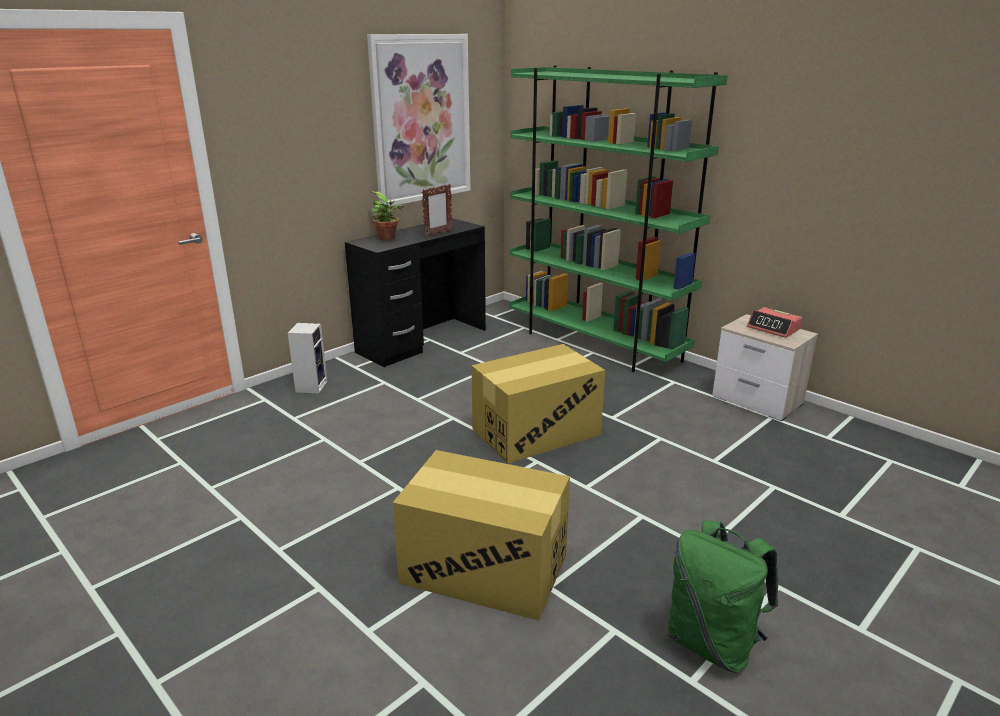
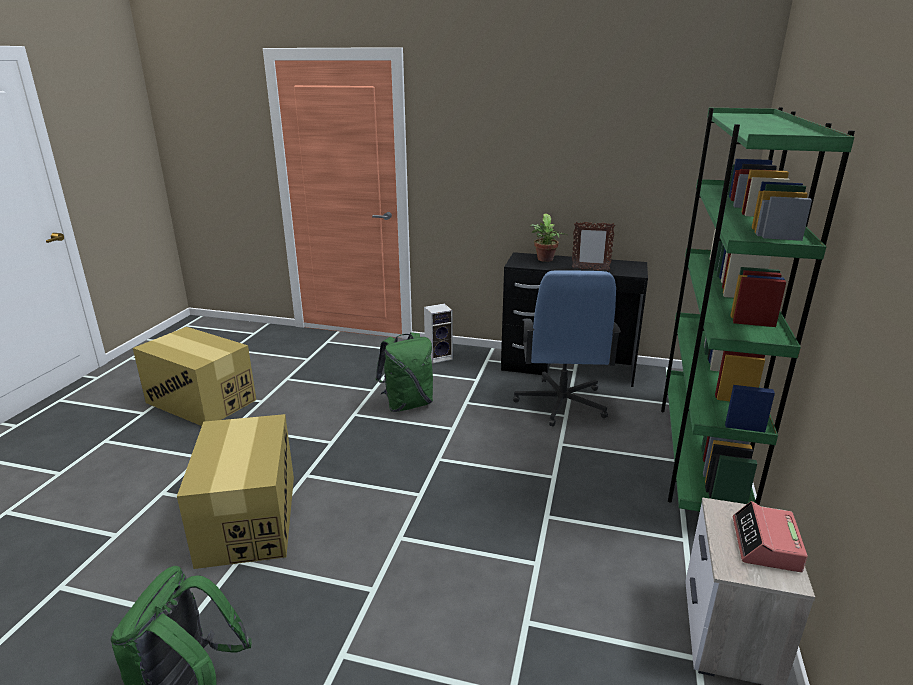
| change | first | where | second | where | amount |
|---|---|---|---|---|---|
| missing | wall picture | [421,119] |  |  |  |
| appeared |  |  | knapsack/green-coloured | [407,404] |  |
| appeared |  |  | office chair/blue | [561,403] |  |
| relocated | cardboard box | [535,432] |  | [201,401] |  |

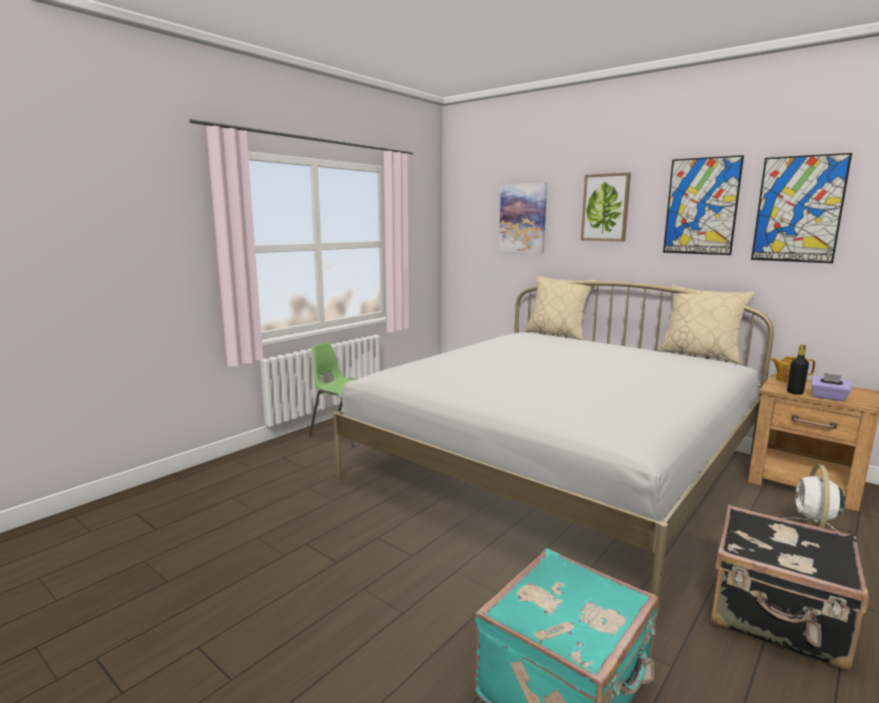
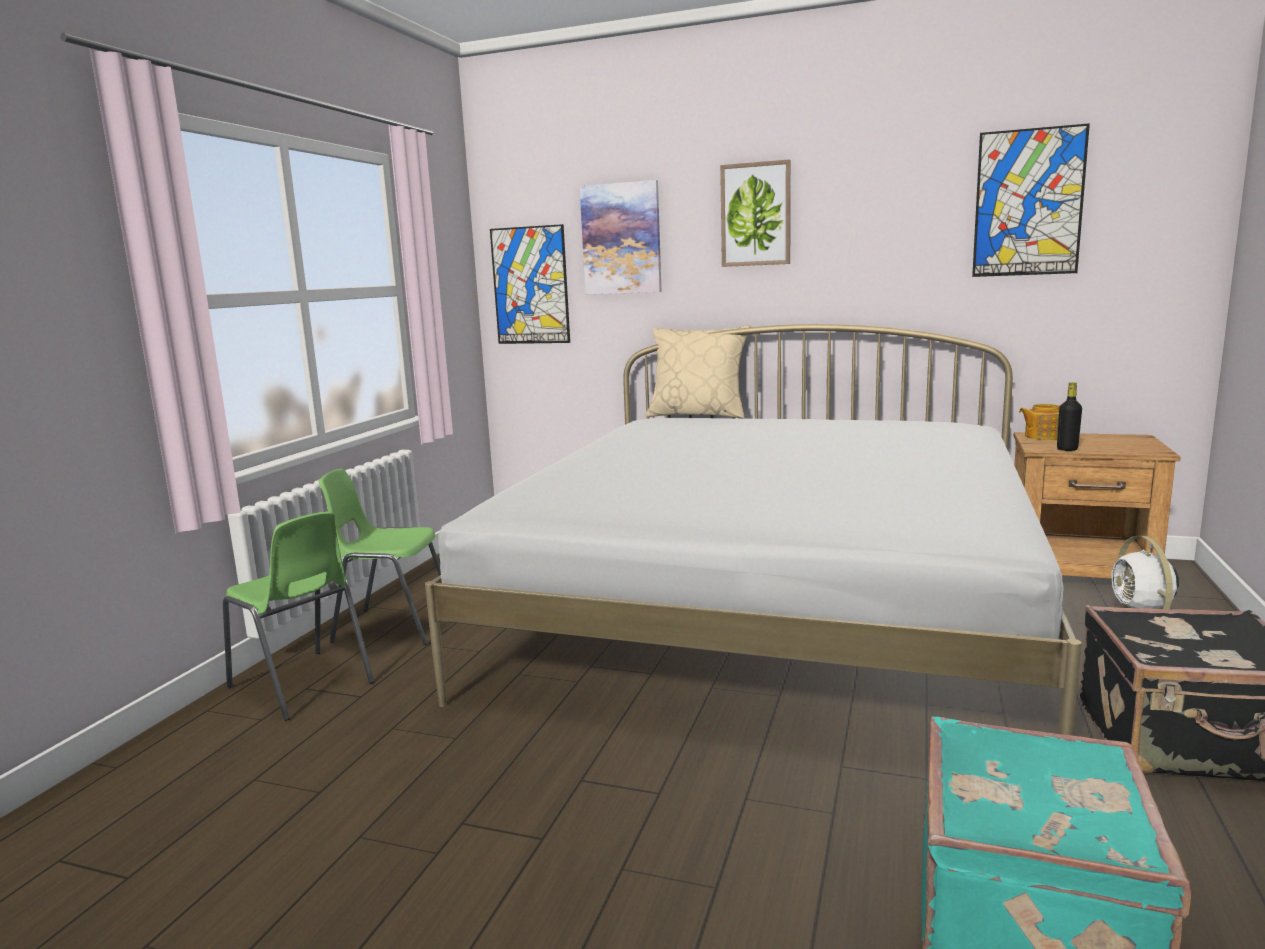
| change | first | where | second | where | amount |
|---|---|---|---|---|---|
| missing | cushion/beige | [700,355] |  |  |  |
| missing | box of tissues/purple | [828,397] |  |  |  |
| appeared |  |  | upright chair/green-coloured | [302,685] |  |
| relocated | wall picture | [701,206] |  | [530,285] |  |

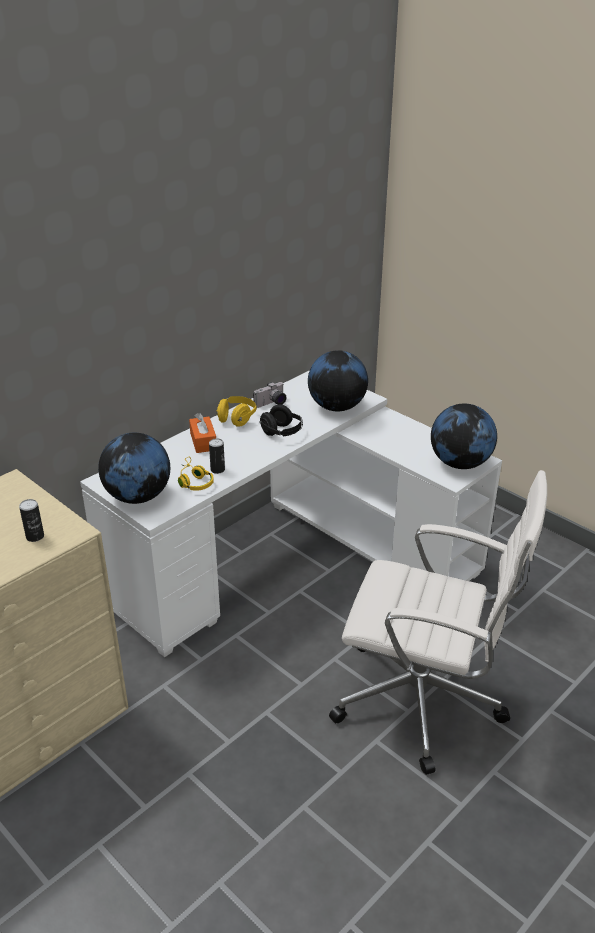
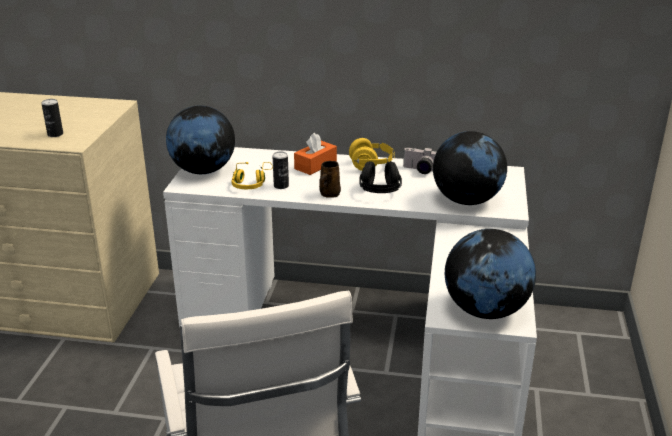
| change | first | where | second | where | amount |
|---|---|---|---|---|---|
| appeared |  |  | coffee mug/brown | [329,194] |  |

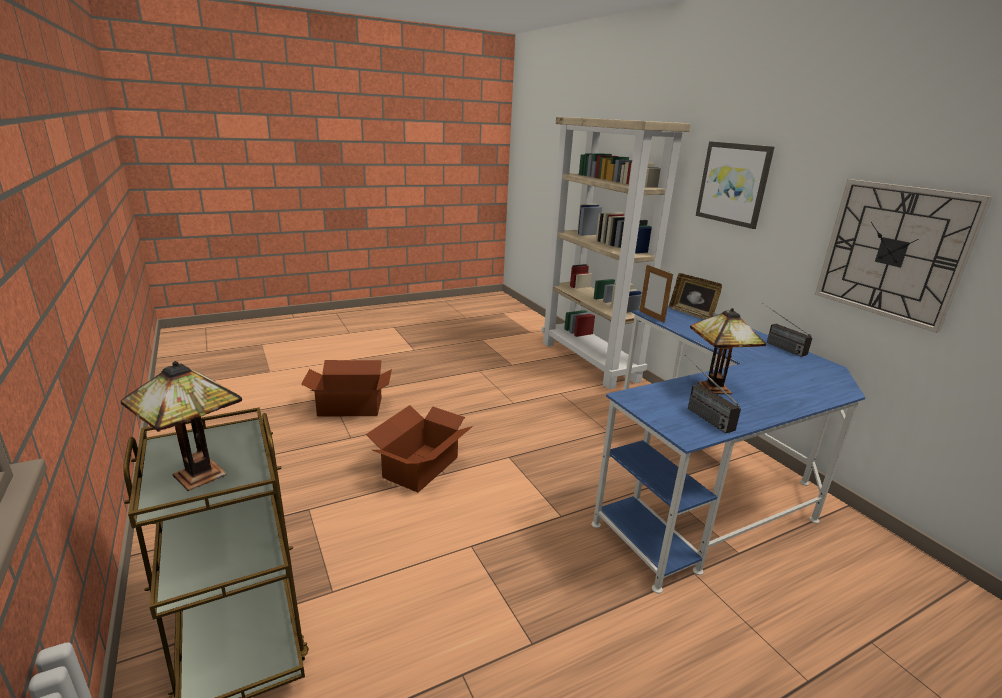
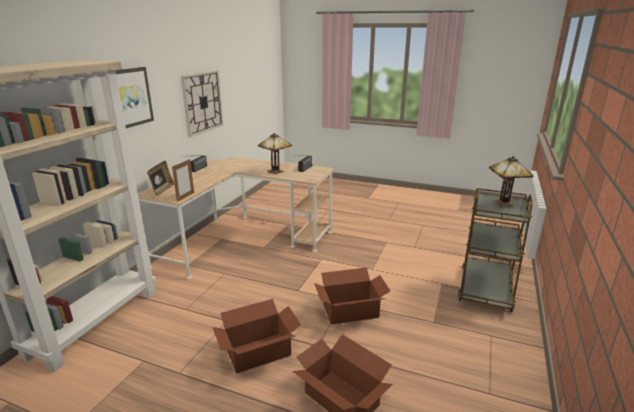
| change | first | where | second | where | amount |
|---|---|---|---|---|---|
| appeared |  |  | cardboard box | [259,353] |  |
| colour | desk/blue | [704,478] | desk/beige | [241,239] |  |

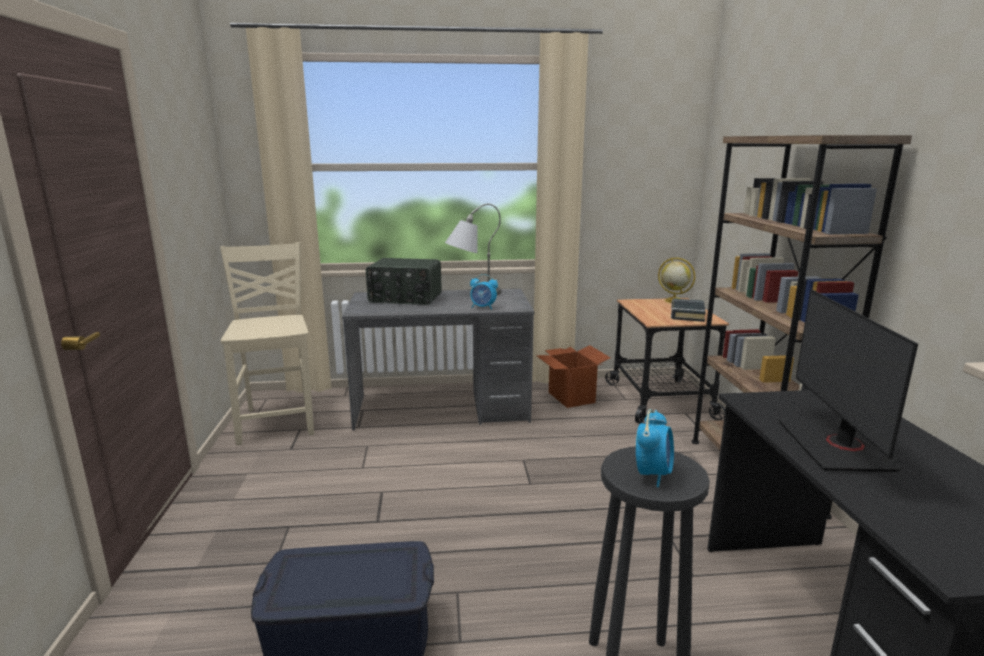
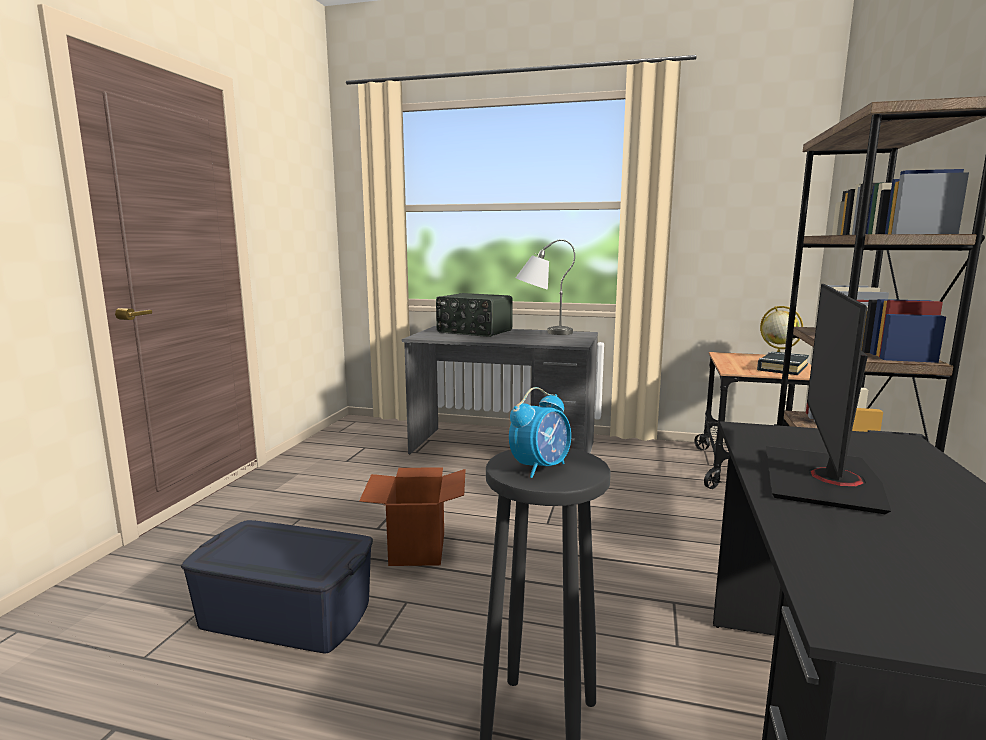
| change | first | where | second | where | amount |
|---|---|---|---|---|---|
| missing | upright chair/beige | [278,421] |  |  |  |
| missing | alarm clock | [483,308] |  |  |  |
| relocated | cardboard box | [571,397] |  | [417,548] |  |

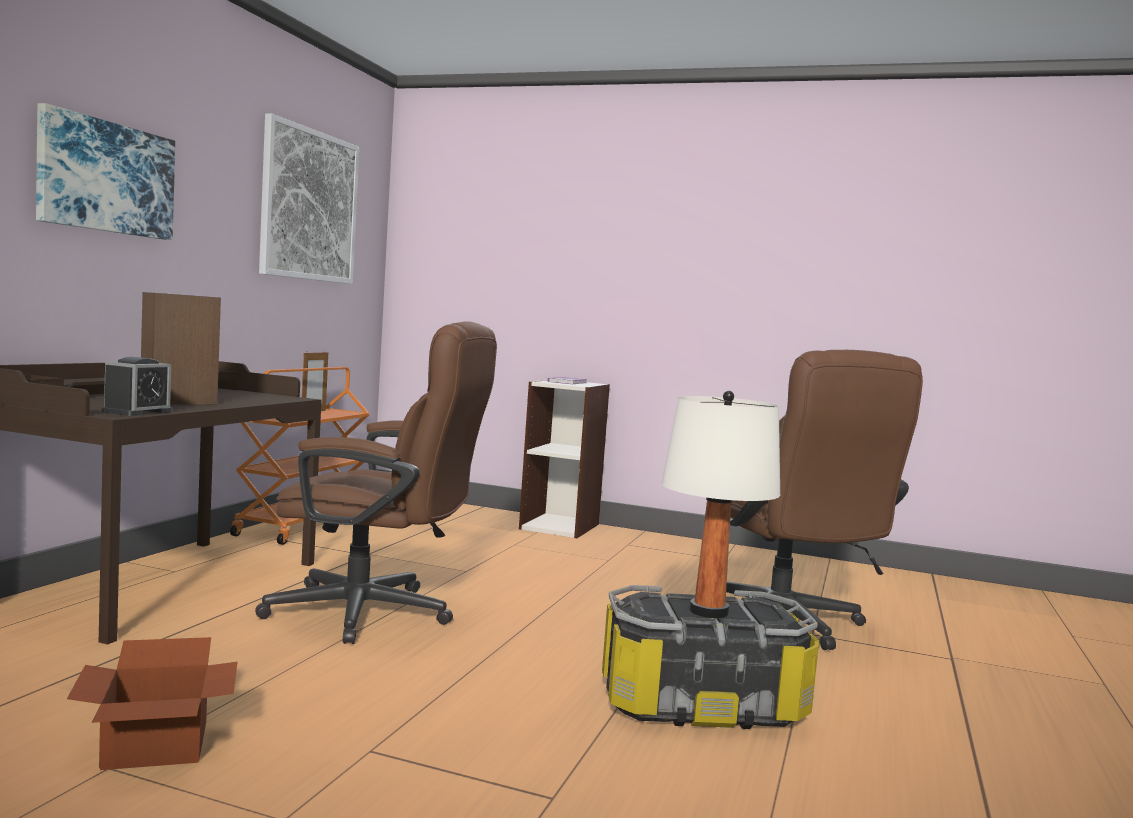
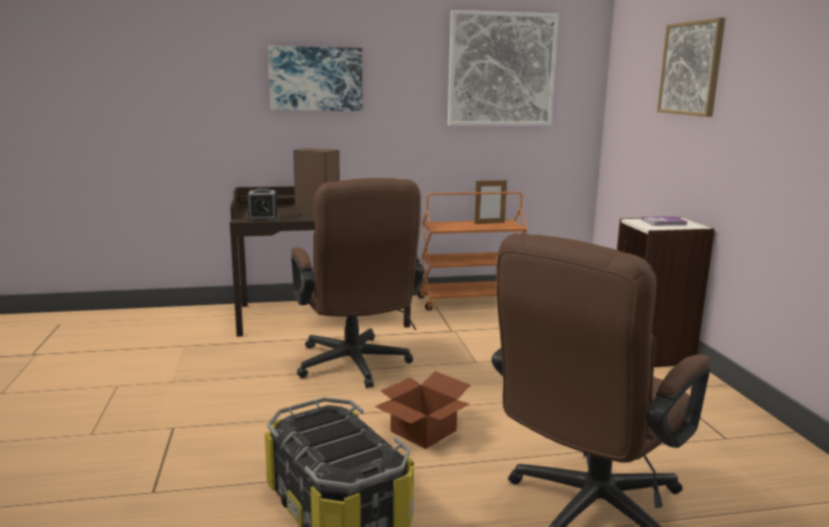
| change | first | where | second | where | amount |
|---|---|---|---|---|---|
| missing | table lamp/white-coloured | [709,611] |  |  |  |
| appeared |  |  | wall picture | [691,68] |  |
| relocated | cardboard box | [153,747] |  | [421,431] |  |

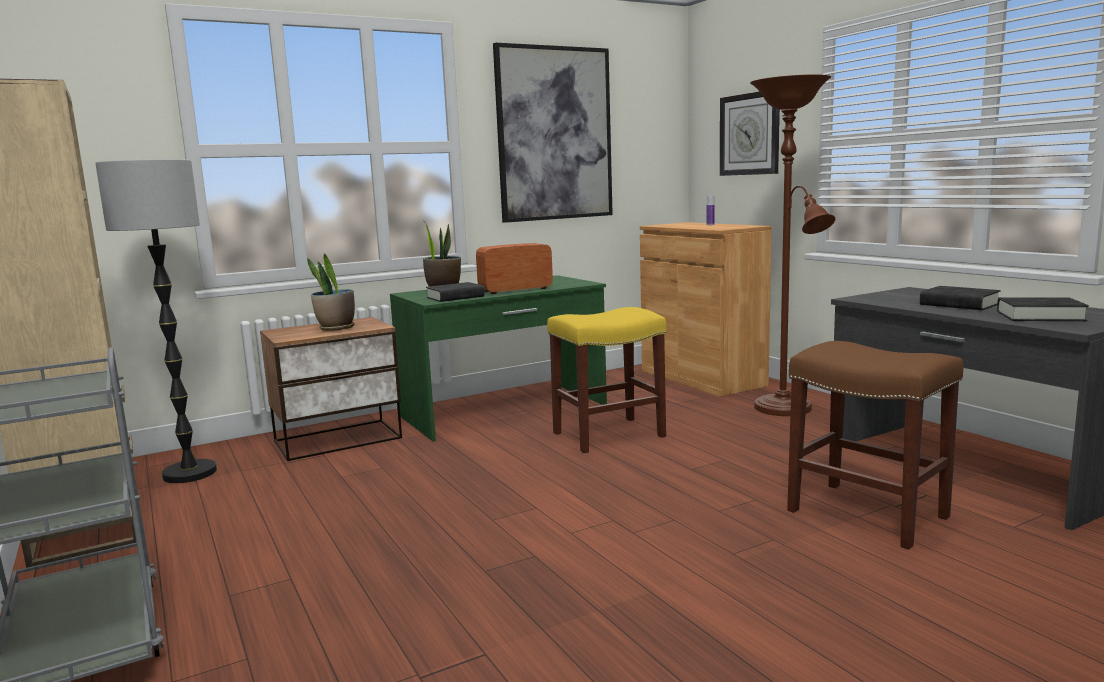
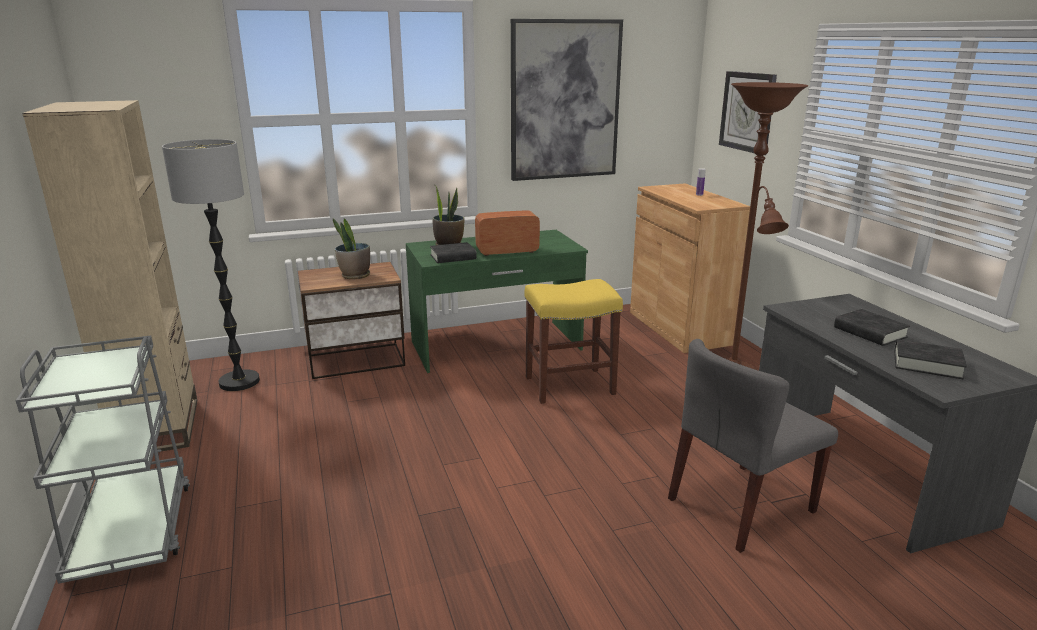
| change | first | where | second | where | amount |
|---|---|---|---|---|---|
| exchanged | sitting stool/brown | [864,513] | upright chair/greyish | [741,506] |  |

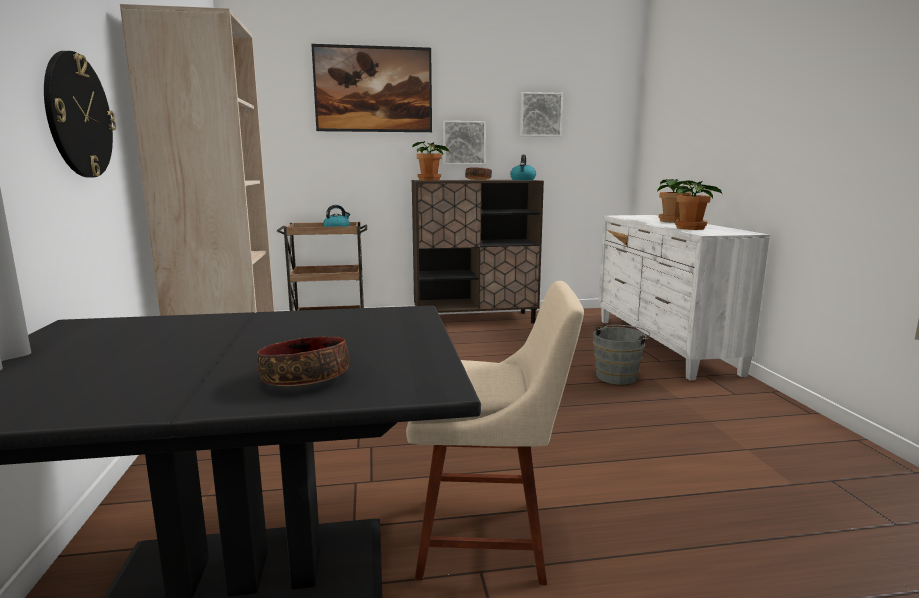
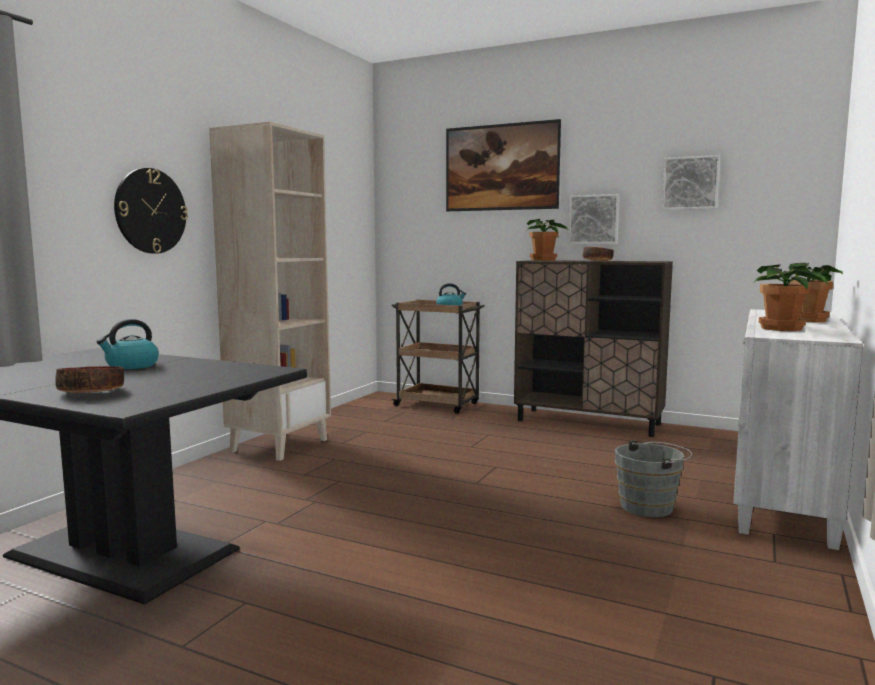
| change | first | where | second | where | amount |
|---|---|---|---|---|---|
| missing | upright chair/beige | [490,538] |  |  |  |
| relocated | tea kettle | [523,180] |  | [131,366] |  |

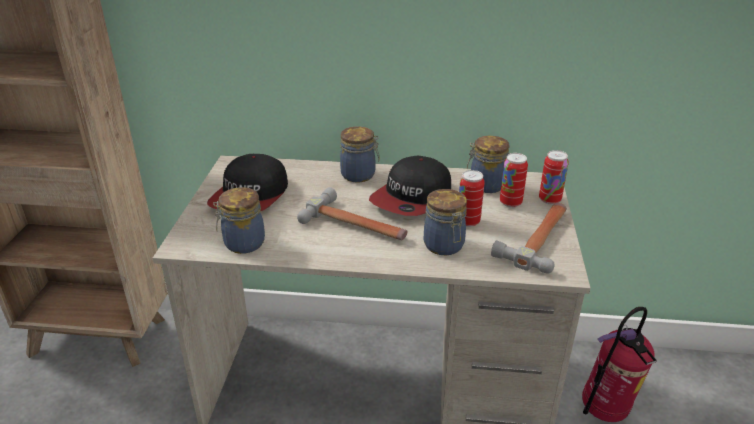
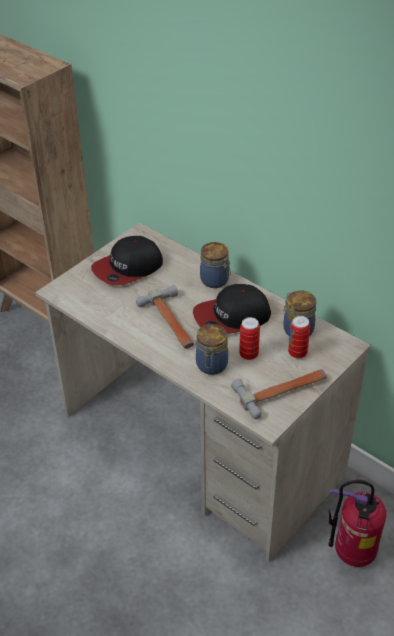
| change | first | where | second | where | amount |
|---|---|---|---|---|---|
| missing | storage jar | [242,243] |  |  |  |
| missing | can | [549,200] |  |  |  |

